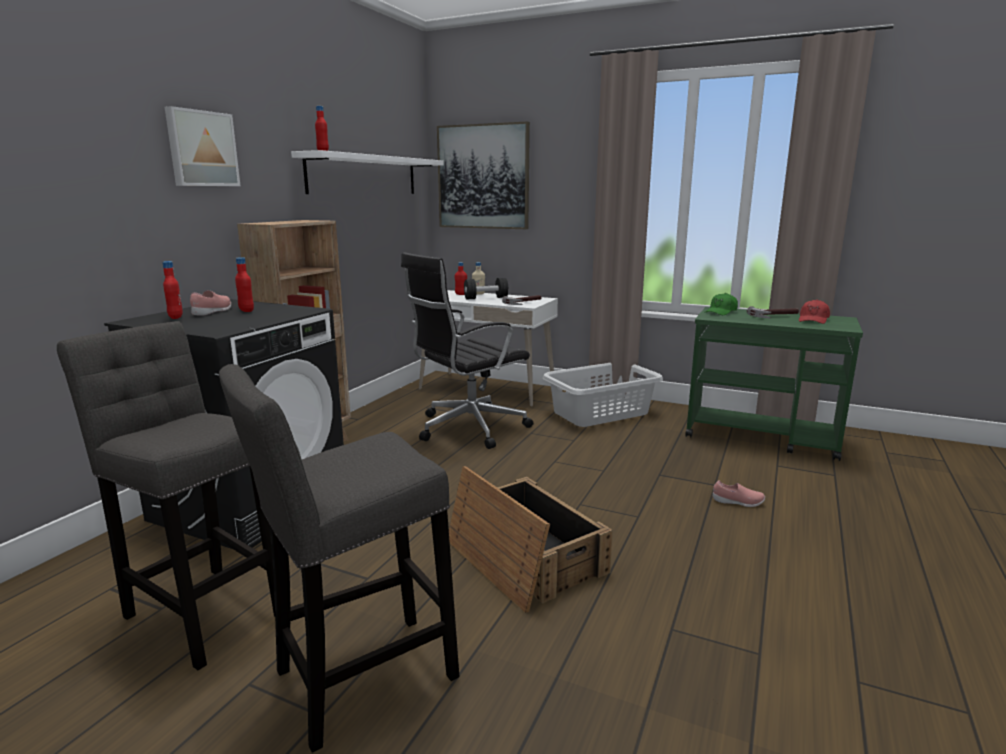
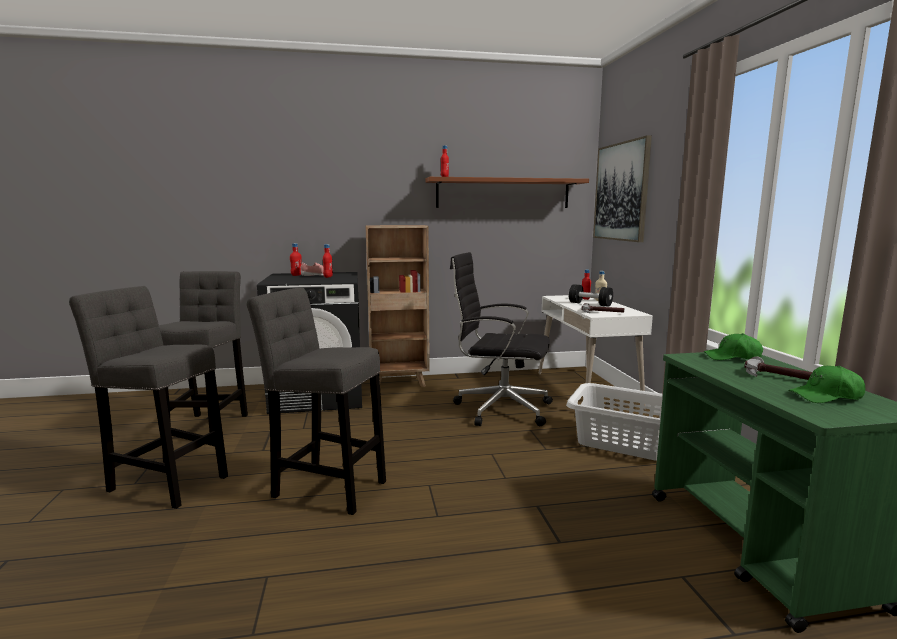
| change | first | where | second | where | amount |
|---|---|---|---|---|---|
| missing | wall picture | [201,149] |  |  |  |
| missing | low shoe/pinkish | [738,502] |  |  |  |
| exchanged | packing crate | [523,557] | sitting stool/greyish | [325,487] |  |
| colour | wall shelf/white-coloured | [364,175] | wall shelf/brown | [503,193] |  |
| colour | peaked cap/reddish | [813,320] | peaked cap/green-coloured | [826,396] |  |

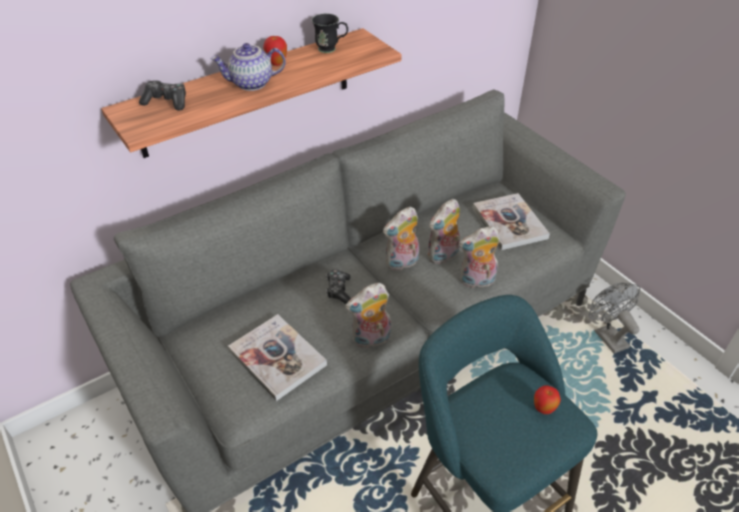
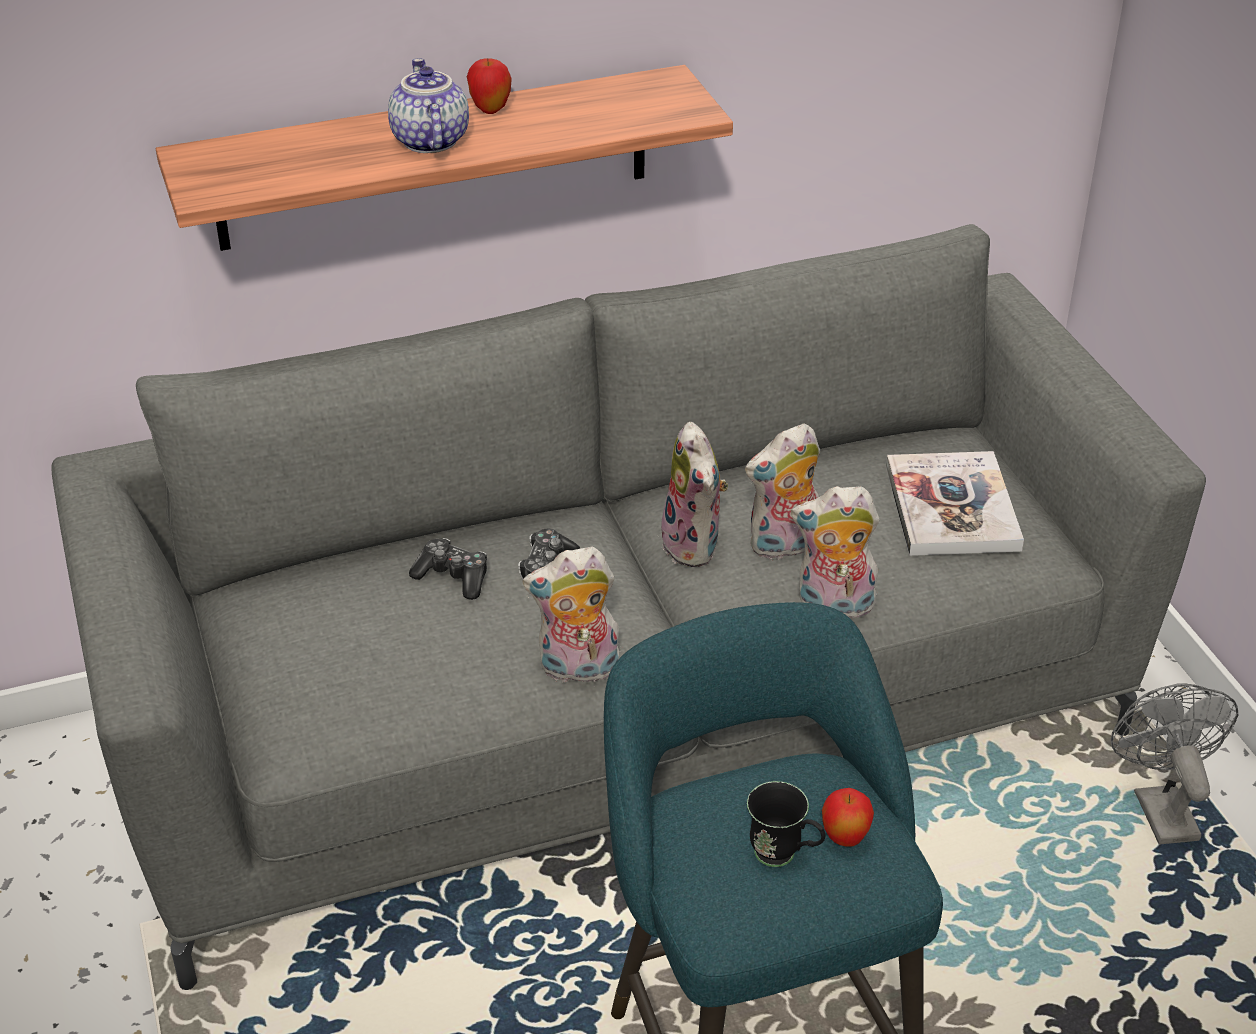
| change | first | where | second | where | amount |
|---|---|---|---|---|---|
| missing | bound book | [277,358] |  |  |  |
| relocated | game controller | [166,102] |  | [453,577] |  |
| relocated | coffee mug/black-coloured | [331,49] |  | [784,857] |  |
| spun | tea pot | [251,84] |  | [428,141] | 75 degrees clockwise |
| spun | cuddly toy | [402,263] |  | [695,546] | 90 degrees counterclockwise |

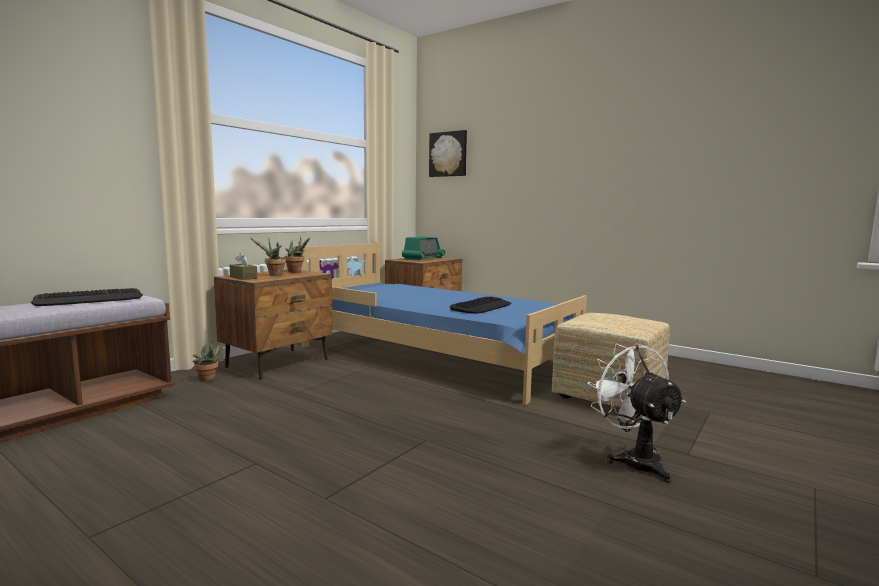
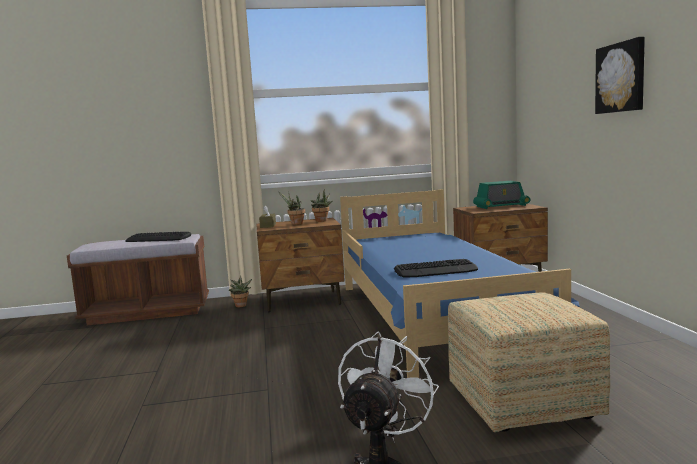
| change | first | where | second | where | amount |
|---|---|---|---|---|---|
| relocated | wall picture | [448,154] |  | [621,77] |  |

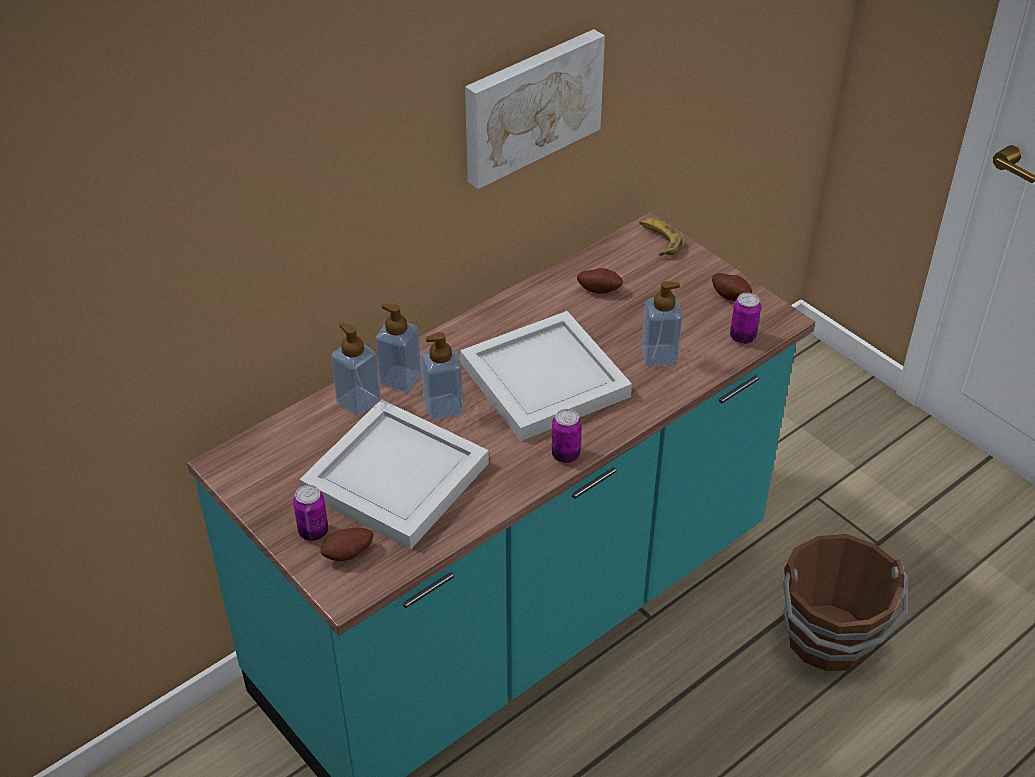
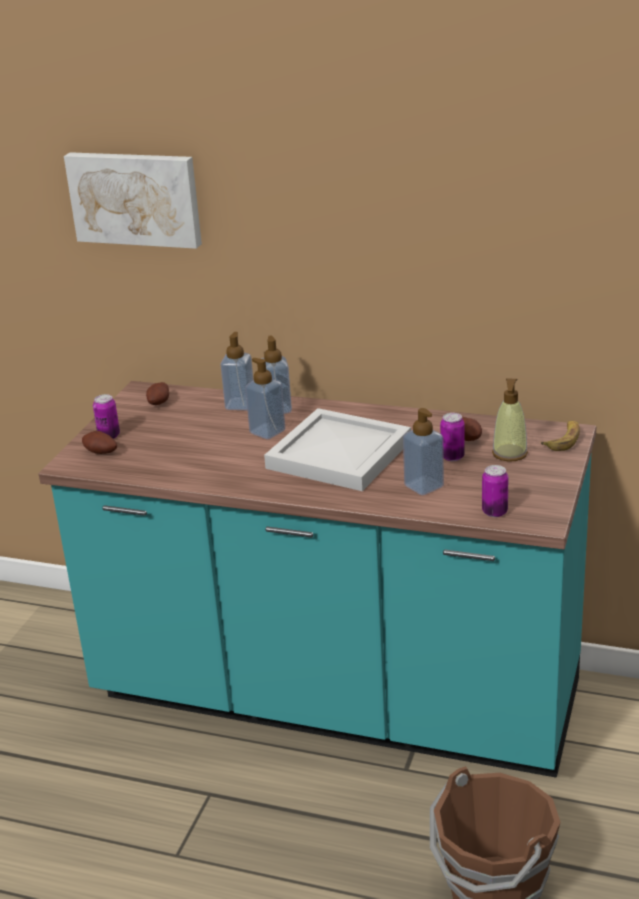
| change | first | where | second | where | amount |
|---|---|---|---|---|---|
| missing | serving tray/white-coloured | [395,475] |  |  |  |
| appeared |  |  | soap bottle | [509,454] |  |
| relocated | wall picture | [530,105] |  | [135,198] |  |
| relocated | can | [565,455] |  | [452,457] |  |
| relocated | potato | [731,296] |  | [160,403] |  |

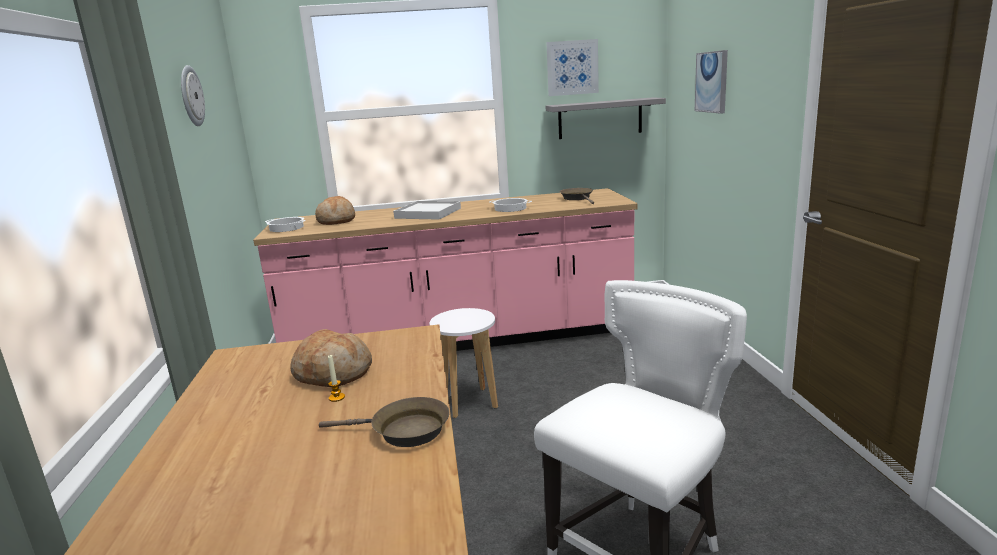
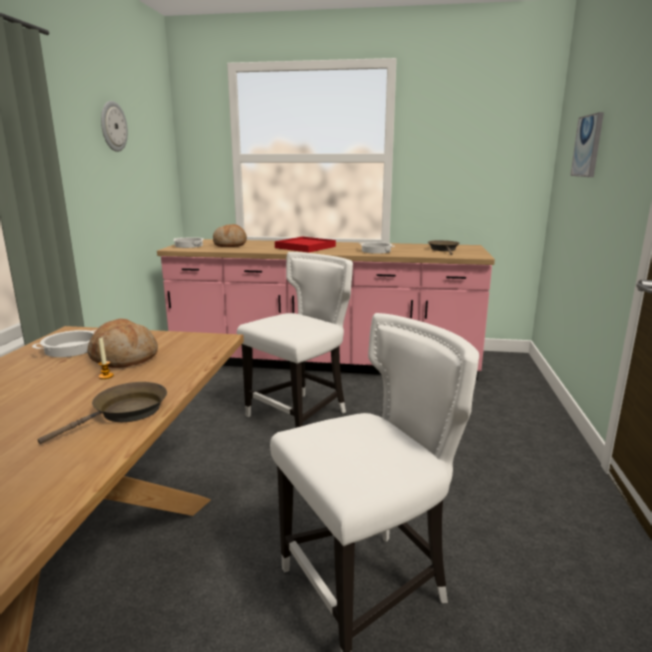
| change | first | where | second | where | amount |
|---|---|---|---|---|---|
| missing | wall picture | [572,67] |  |  |  |
| missing | wall shelf/greyish | [600,118] |  |  |  |
| appeared |  |  | saucepot | [71,348] |  |
| exchanged | sitting stool/white-coloured | [470,402] | upright chair/white-coloured | [300,415] |  |
| colour | serving tray/white-coloured | [428,213] | serving tray/reddish | [305,247] |  |
| spun | skillet/brown | [404,431] |  | [125,413] | 75 degrees counterclockwise |

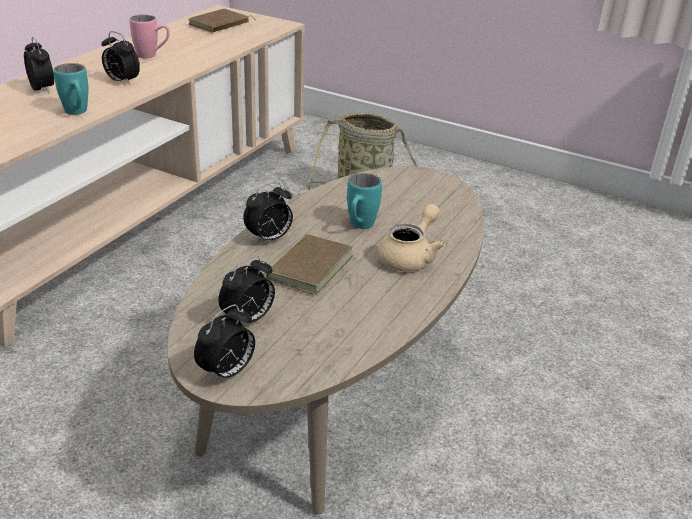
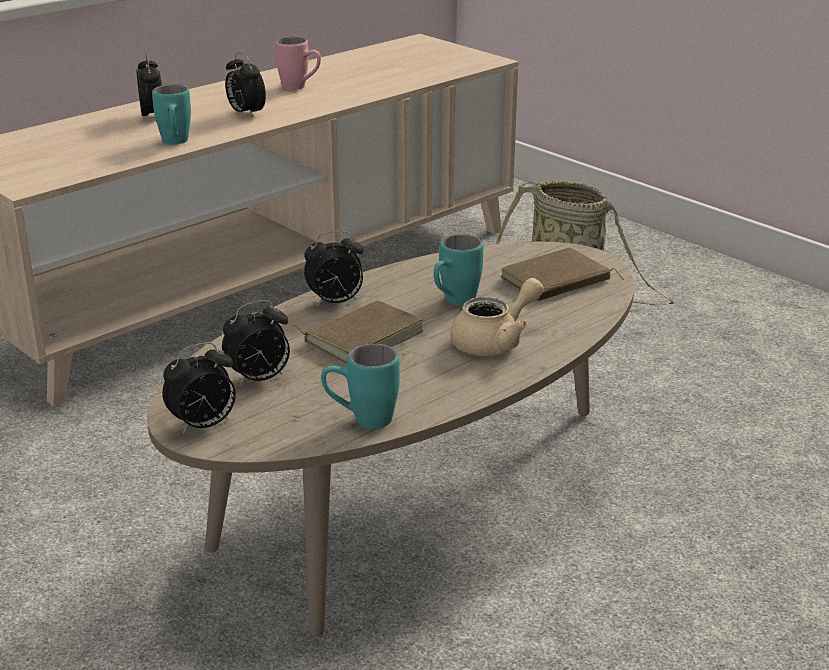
| change | first | where | second | where | amount |
|---|---|---|---|---|---|
| appeared |  |  | coffee mug/turquoise-coloured | [361,420] |  |
| relocated | bound book/brown | [220,25] |  | [557,281] |  |

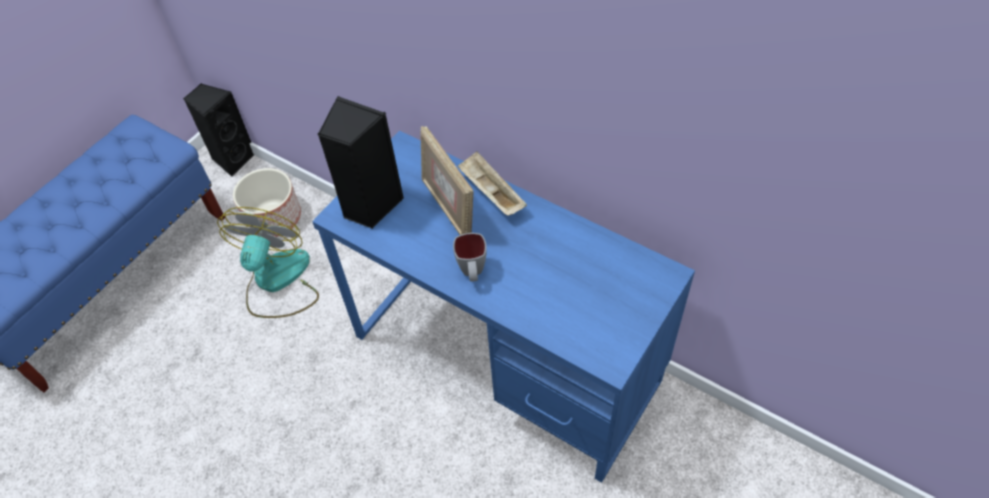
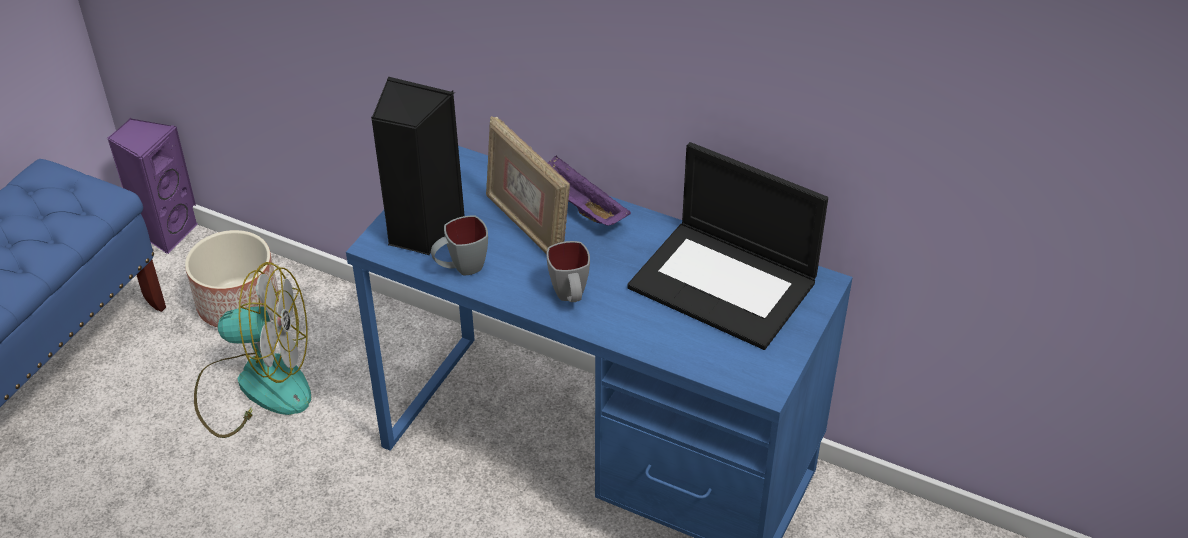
| change | first | where | second | where | amount |
|---|---|---|---|---|---|
| appeared |  |  | coffee mug/greyish | [461,269] |  |
| appeared |  |  | laptop | [725,284] |  |
| colour | speaker/black-coloured | [233,158] | speaker/purple | [166,230] |  |
| colour | serving tray/beige | [491,193] | serving tray/purple | [579,206] |  |
| spun | cooling fan | [277,282] |  | [256,385] | 90 degrees clockwise |

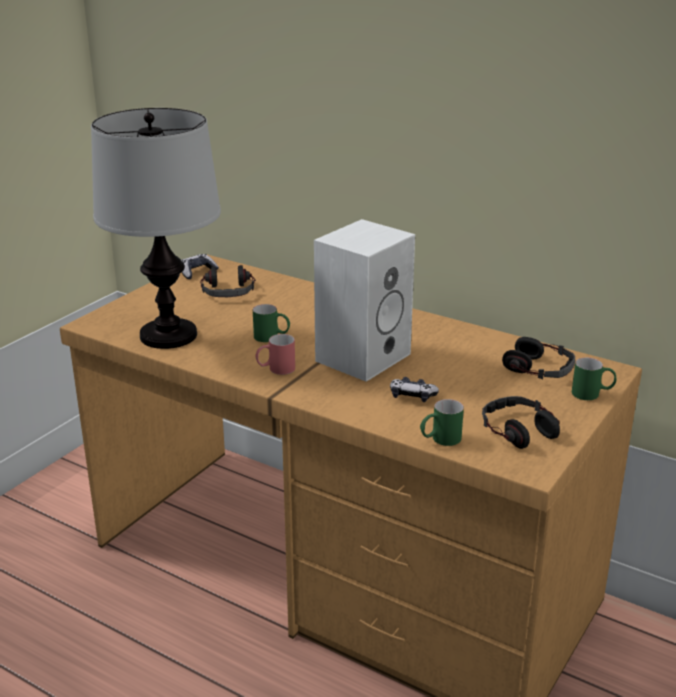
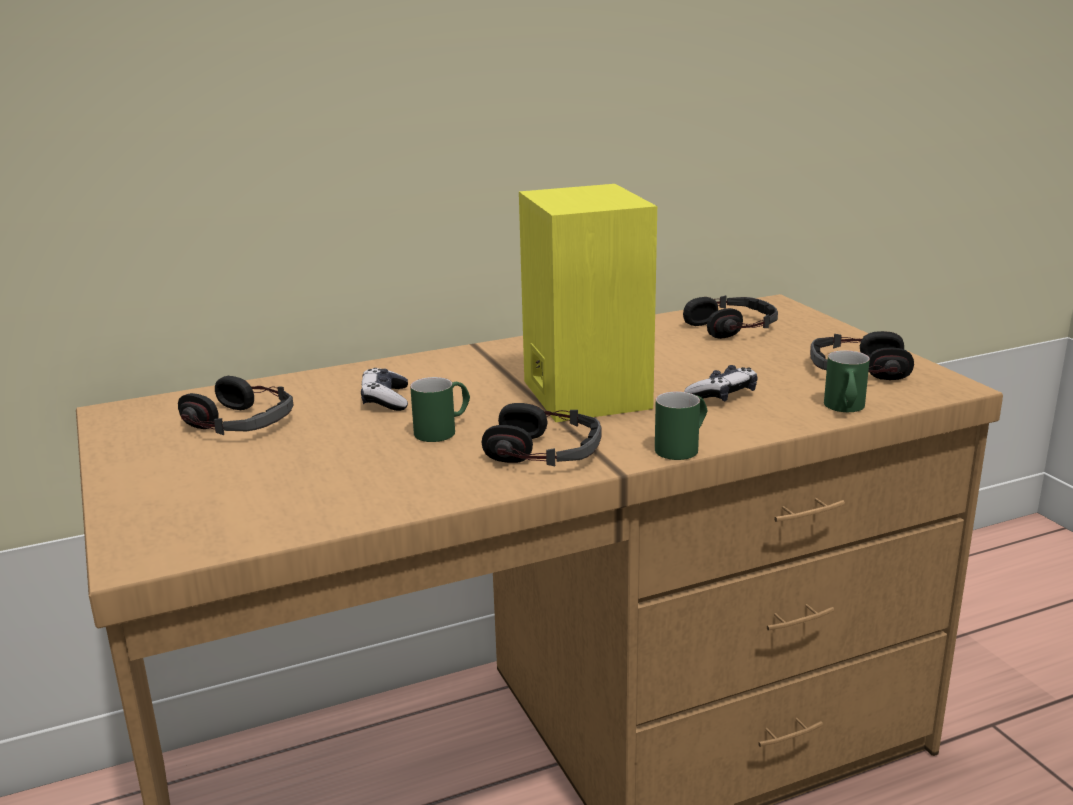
| change | first | where | second | where | amount |
|---|---|---|---|---|---|
| missing | table lamp | [169,335] |  |  |  |
| relocated | game controller | [197,272] |  | [385,400] |  |
| relocated | coffee mug/green-coloured | [592,394] |  | [683,447] |  |
| exchanged | coffee mug/reddish | [275,370] | pair of headphones | [544,451] |  |
| colour | speaker/white-coloured | [363,356] | speaker/yellow | [582,393] |  |

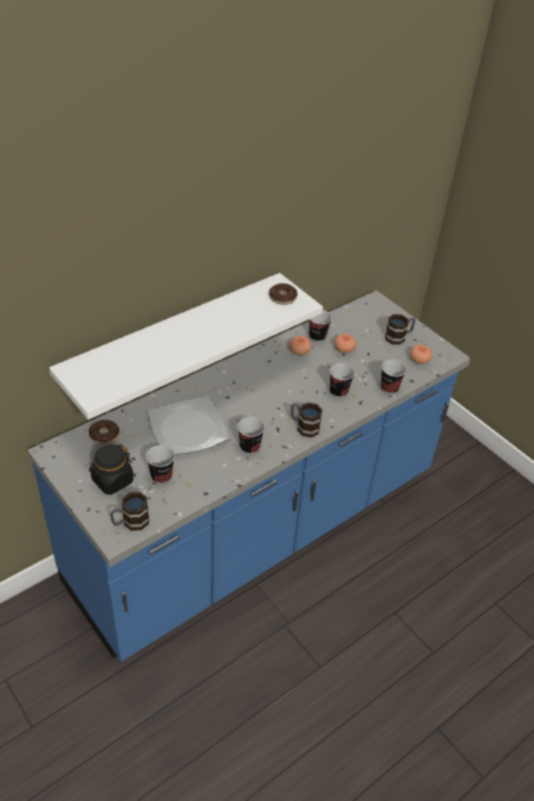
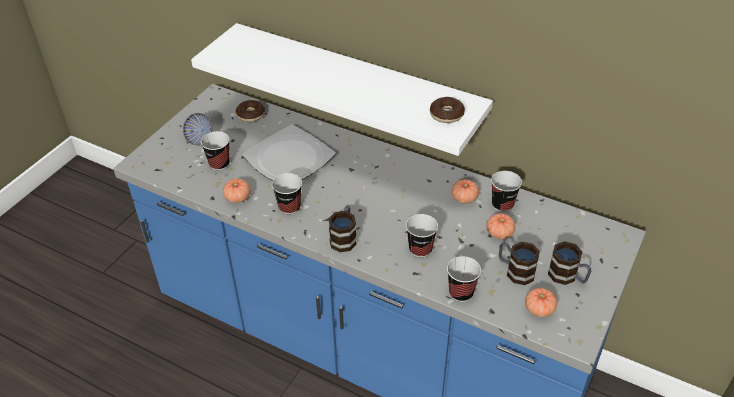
| change | first | where | second | where | amount |
|---|---|---|---|---|---|
| appeared |  |  | whole tomato | [237,197] |  |
| relocated | coffee mug | [130,522] |  | [515,271] |  |
| exchanged | storage jar/black-coloured | [112,481] | deep dish | [199,138] |  |

